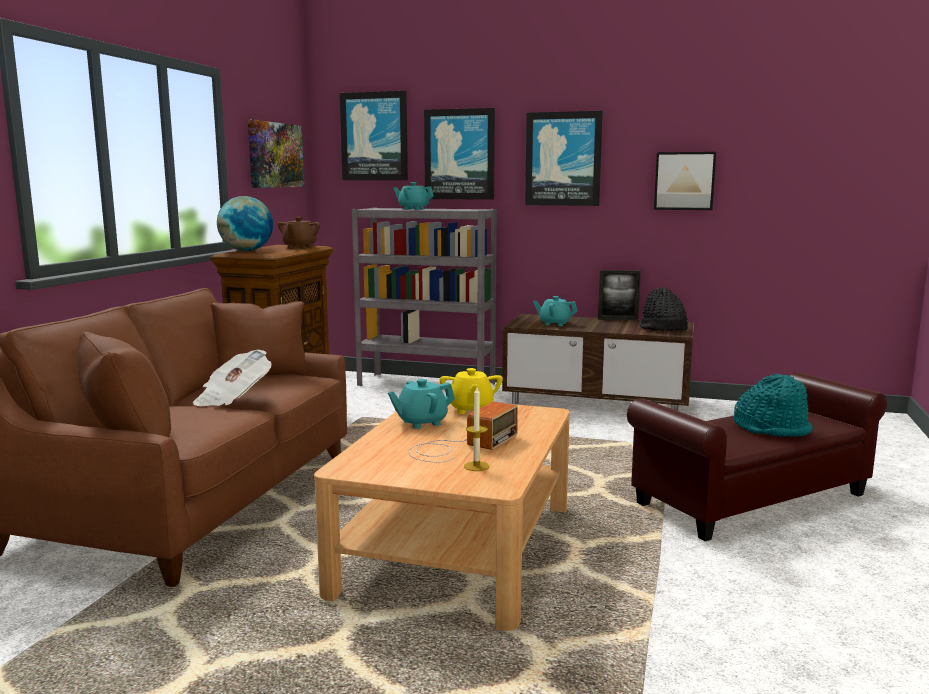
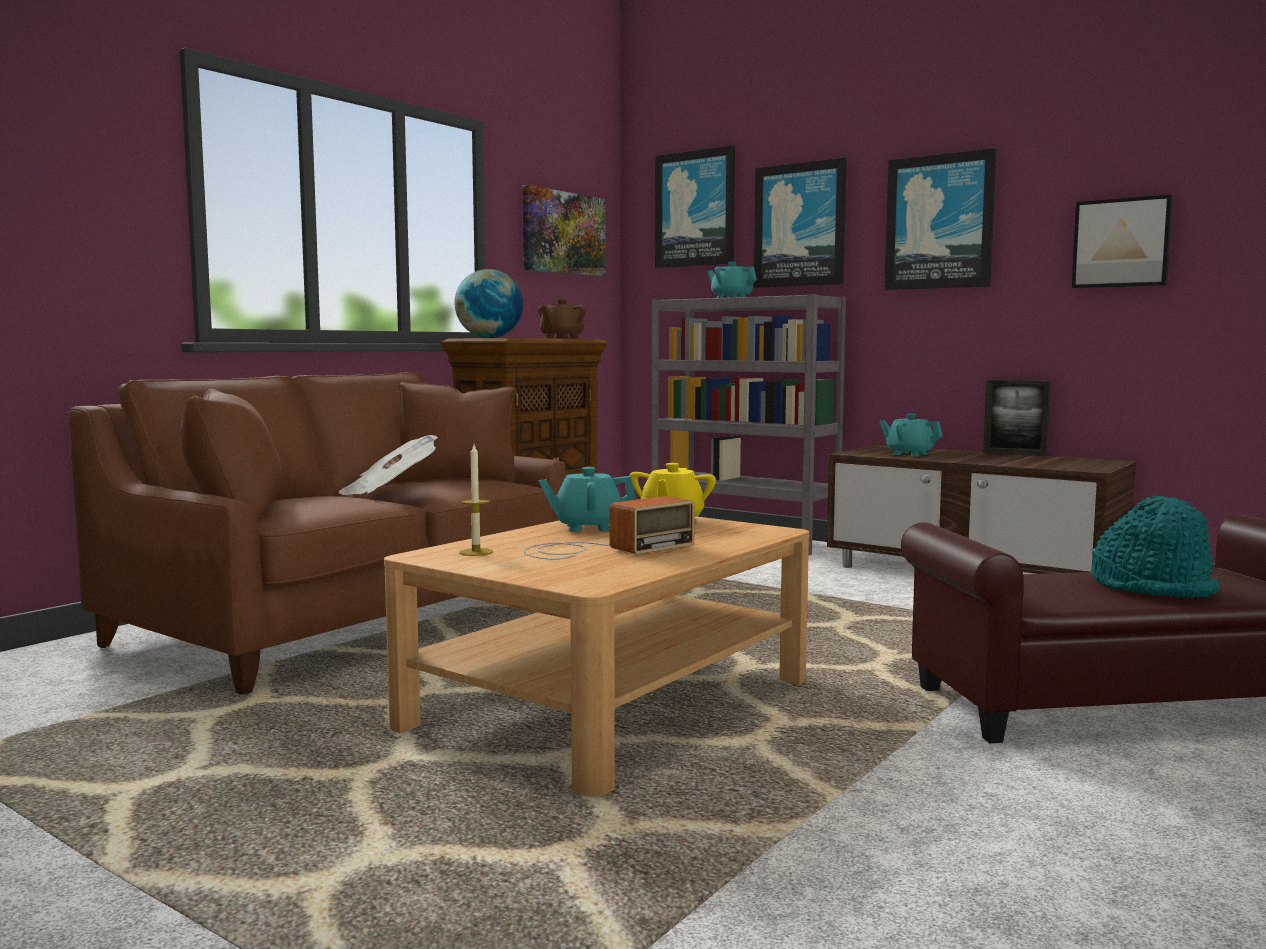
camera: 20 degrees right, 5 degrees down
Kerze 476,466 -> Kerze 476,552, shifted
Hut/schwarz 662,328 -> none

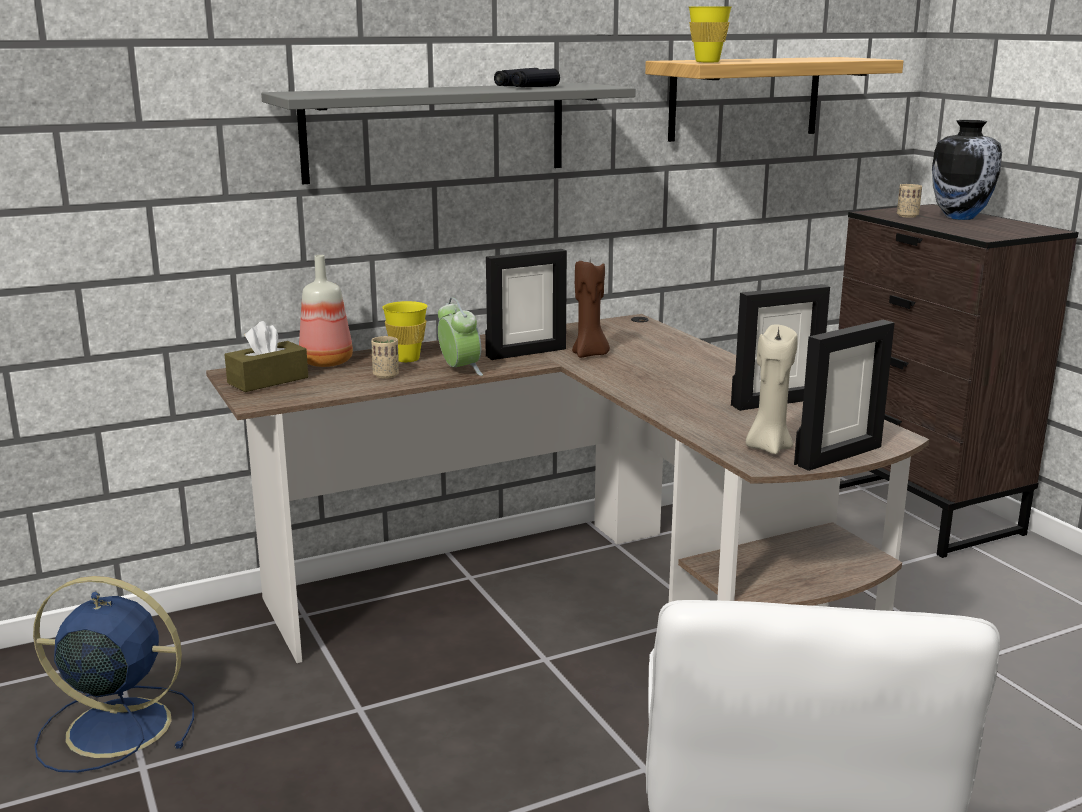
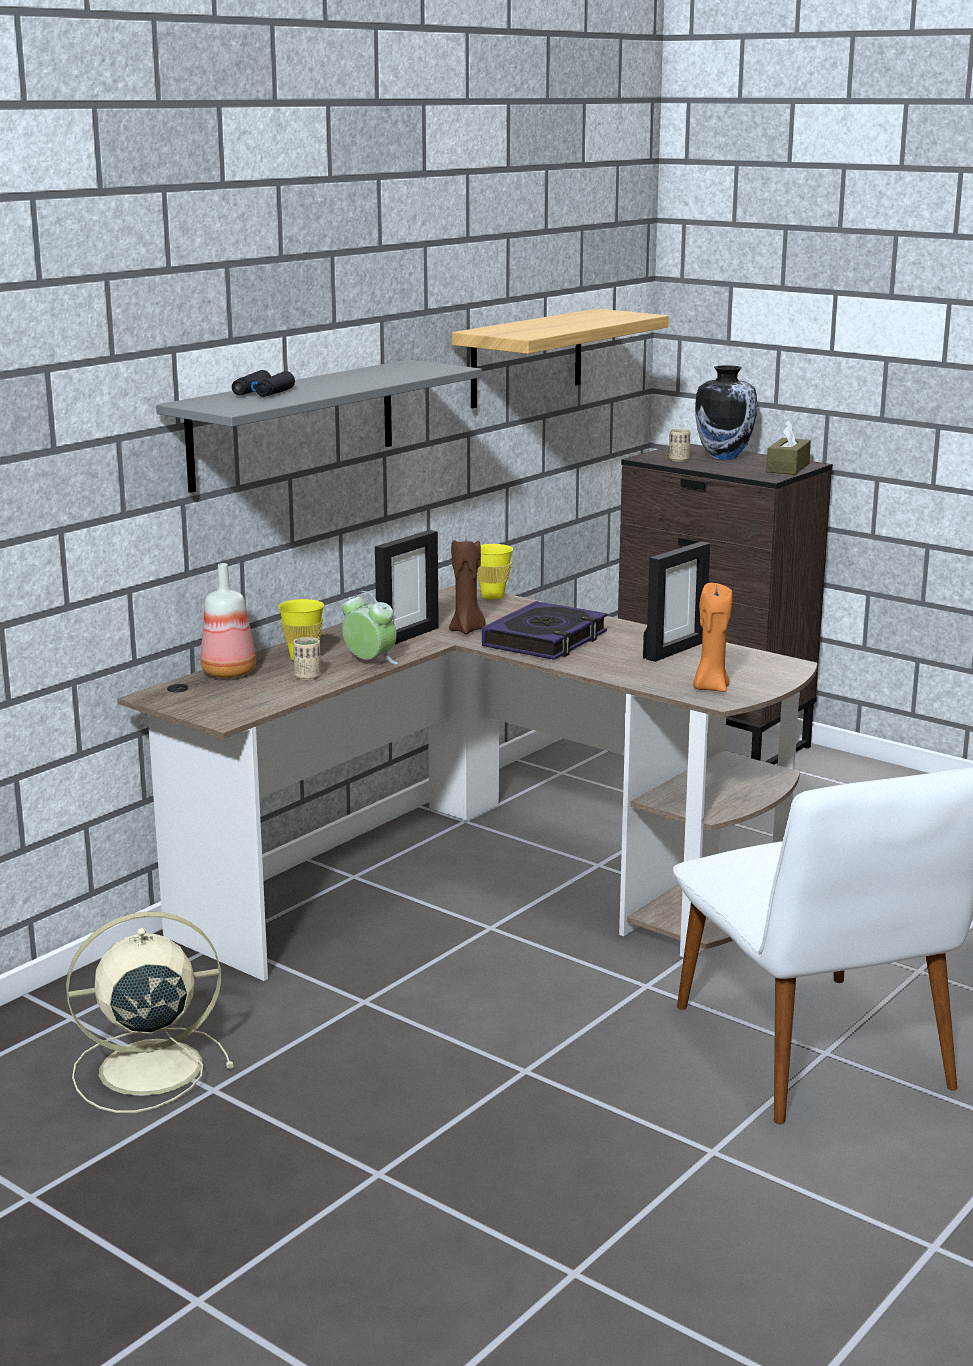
camera: 25 degrees left, 0 degrees up
Ventilator/blau 114,727 -> Ventilator/beige 145,1069
Taschentuchbox/braun 268,380 -> Taschentuchbox/braun 788,468, shifted
Fernglas/schwarz 526,86 -> Fernglas/schwarz 263,393, shifted
Tasse/gelb 707,62 -> Tasse/gelb 492,596, shifted
Kerze/beige 768,447 -> Kerze/orange 710,688
Bilderrahmen 838,455 -> none
none -> Buch 545,640

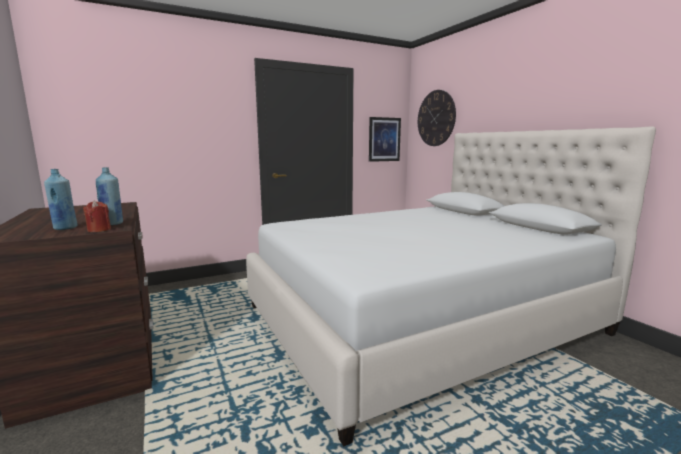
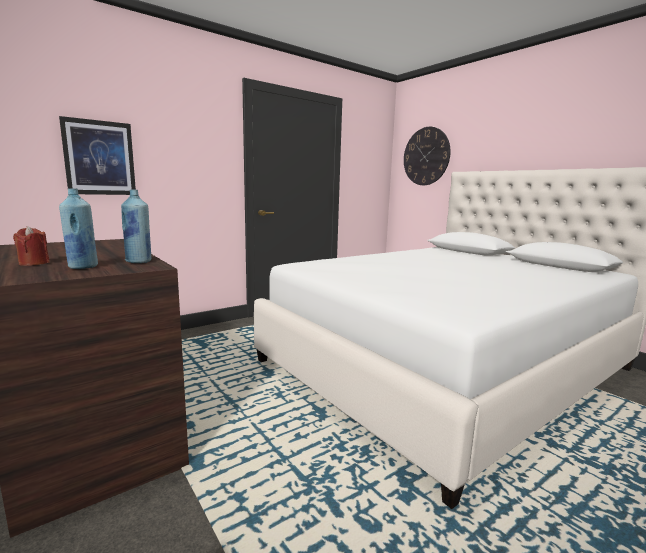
camera: 10 degrees left, 0 degrees up
Kerze/rot 99,230 -> Kerze/rot 34,263, shifted
Bild 384,139 -> Bild 99,158, shifted

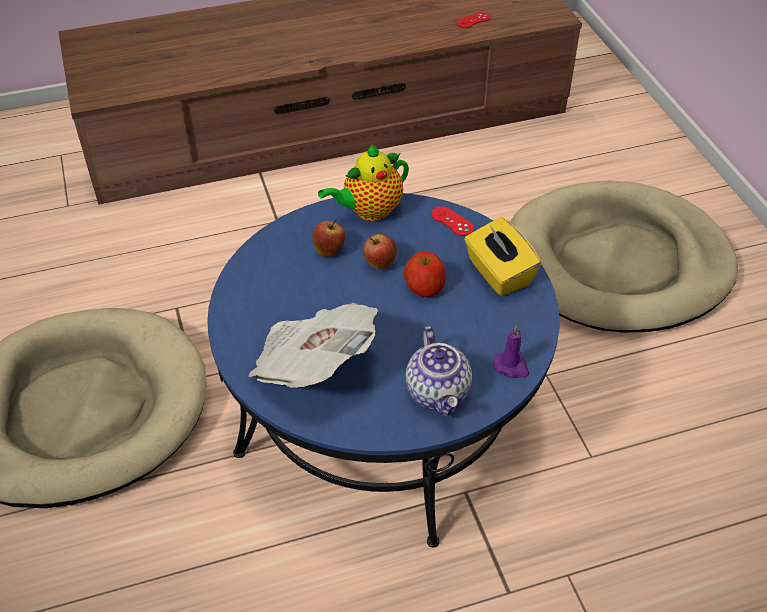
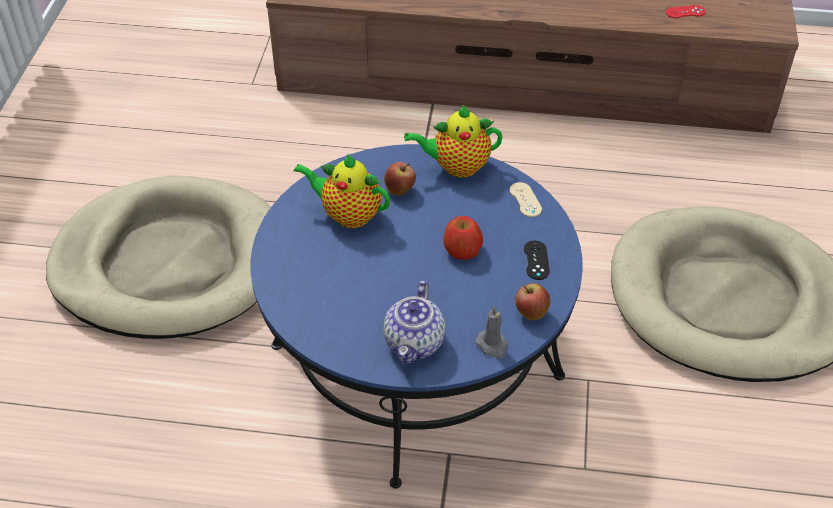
camera: 25 degrees right, 0 degrees up
Zeitung 313,365 -> none
Apfel 379,264 -> Apfel 531,313, shifted
Gamepad/rot 452,221 -> Gamepad/beige 525,200
Taschentuchbox/gelb 498,273 -> Gamepad/schwarz 536,260
Kerze/lila 511,367 -> Kerze/grau 492,345
none -> Teekanne 348,215

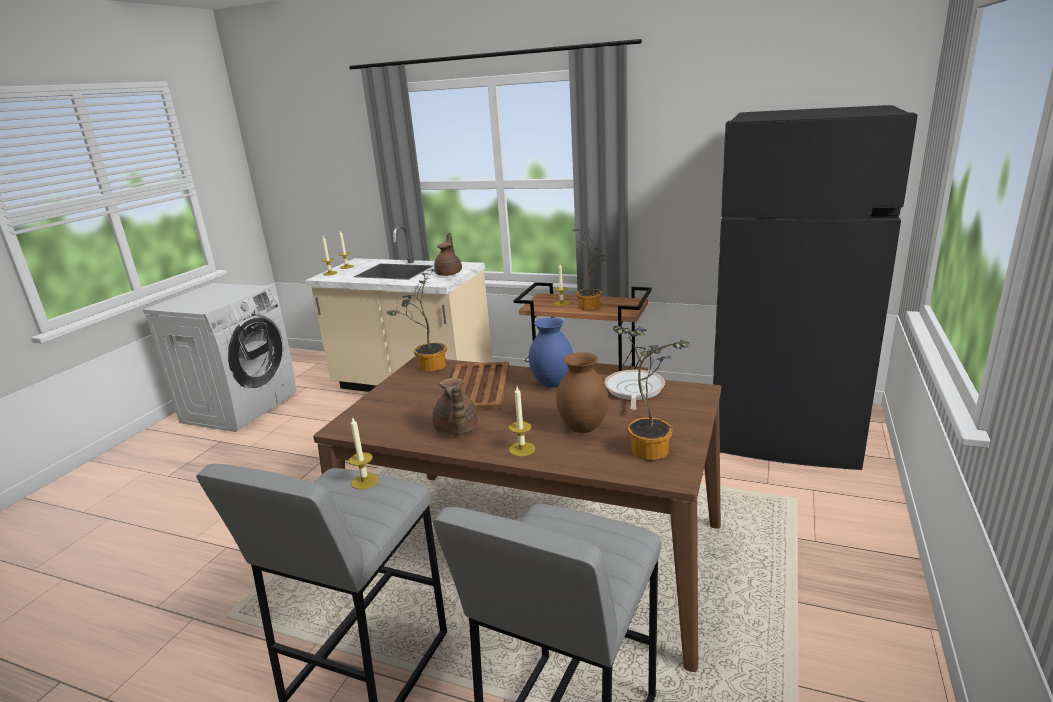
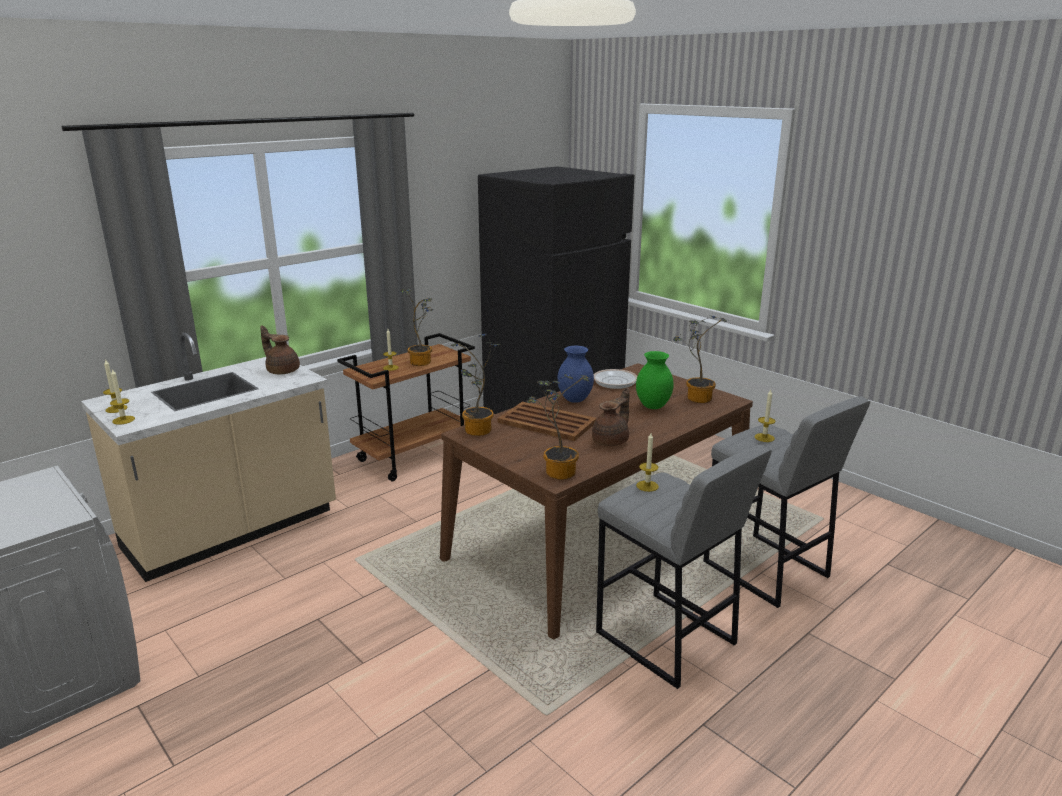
camera: 65 degrees left, 0 degrees up
Teekanne/braun 456,430 -> Teekanne/braun 611,441, 60 degrees counterclockwise
Kerze 522,449 -> Kerze 764,437, shifted
Vase/braun 582,428 -> Vase/grün 652,406
none -> Topfpflanze 557,471

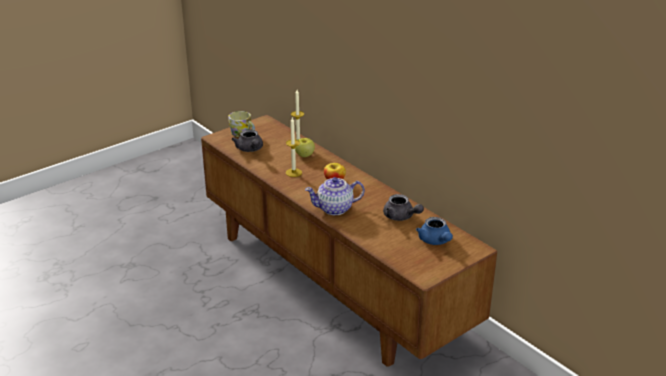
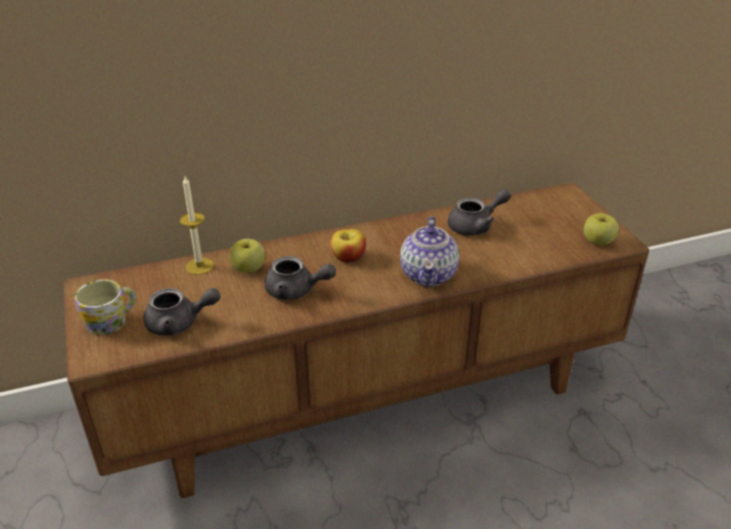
camera: 70 degrees left, 5 degrees up
Kerze 293,172 -> Teekanne/grau 296,291
Teekanne/blau 435,241 -> none
none -> Apfel 598,242

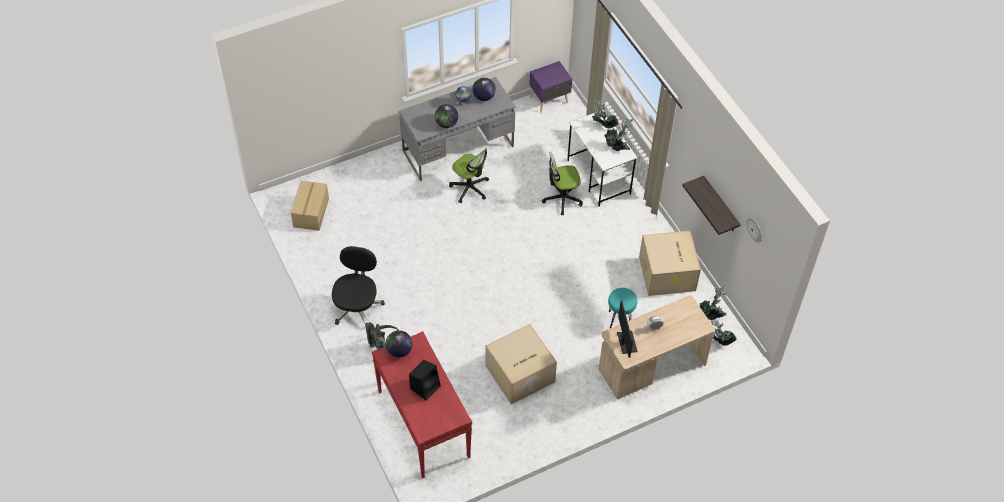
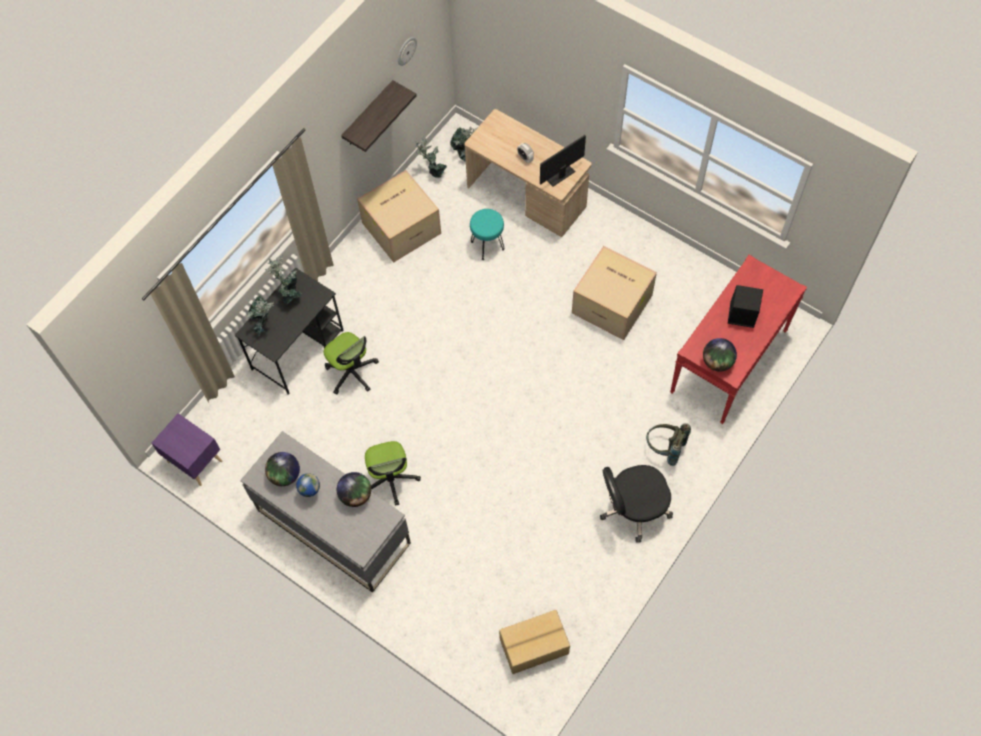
camera: 115 degrees left, 10 degrees up
Bürostuhl 470,188 -> Bürostuhl 390,479, 150 degrees clockwise
Schreibtisch/weiß 599,177 -> Schreibtisch/schwarz 298,349

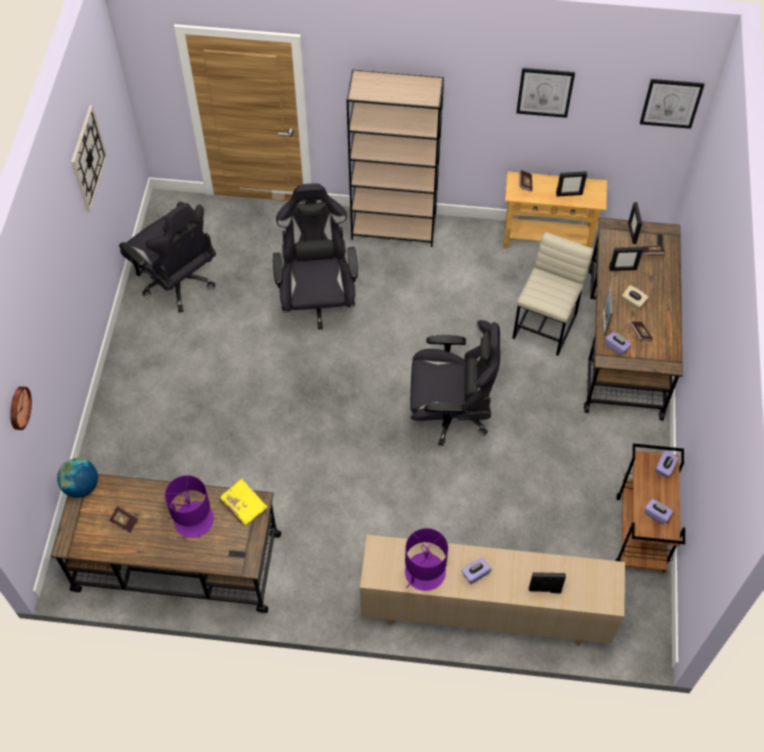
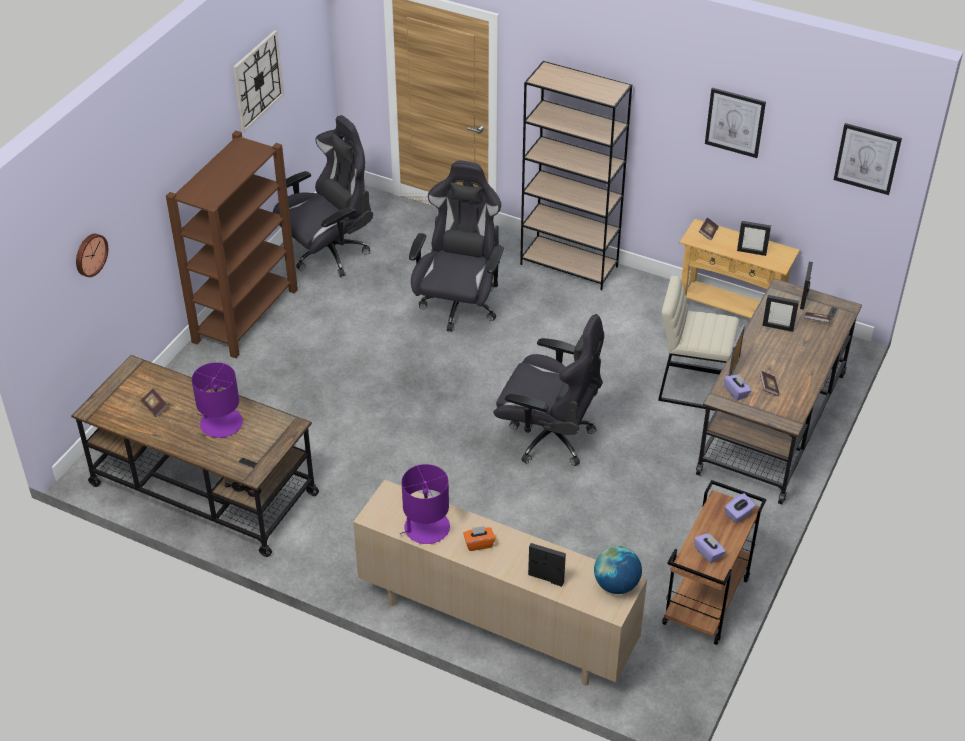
camera: 20 degrees right, 15 degrees down
Globus 81,486 -> Globus 616,585, shifted
Bürostuhl/schwarz 175,280 -> Bürostuhl/schwarz 326,256, 105 degrees counterclockwise
Buch/gelb 244,505 -> none
Taschentuchbox/lila 475,574 -> Taschentuchbox/orange 479,544
Stuhl/beige 545,325 -> Stuhl/beige 691,387, 120 degrees counterclockwise
Taschentuchbox/beige 633,302 -> none
none -> Bücherregal/braun 245,315

